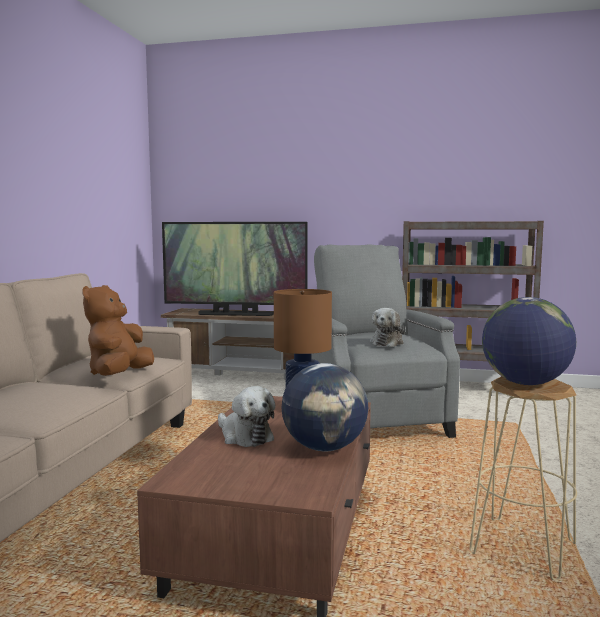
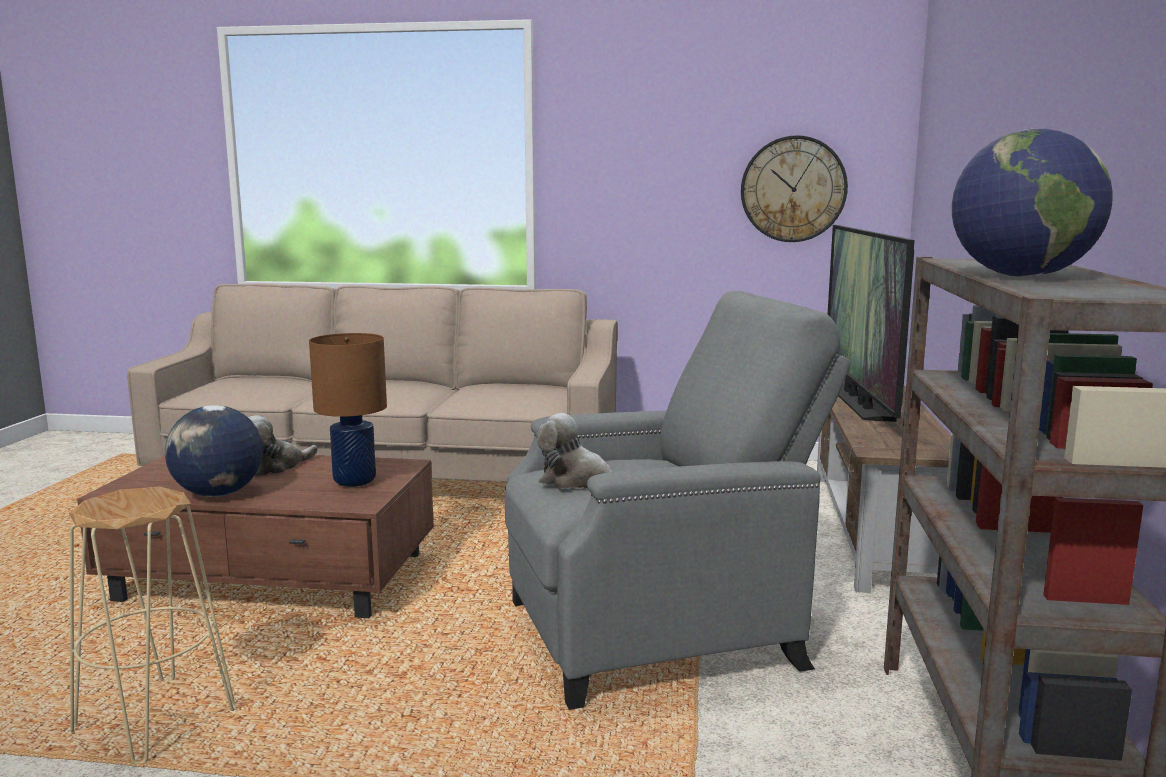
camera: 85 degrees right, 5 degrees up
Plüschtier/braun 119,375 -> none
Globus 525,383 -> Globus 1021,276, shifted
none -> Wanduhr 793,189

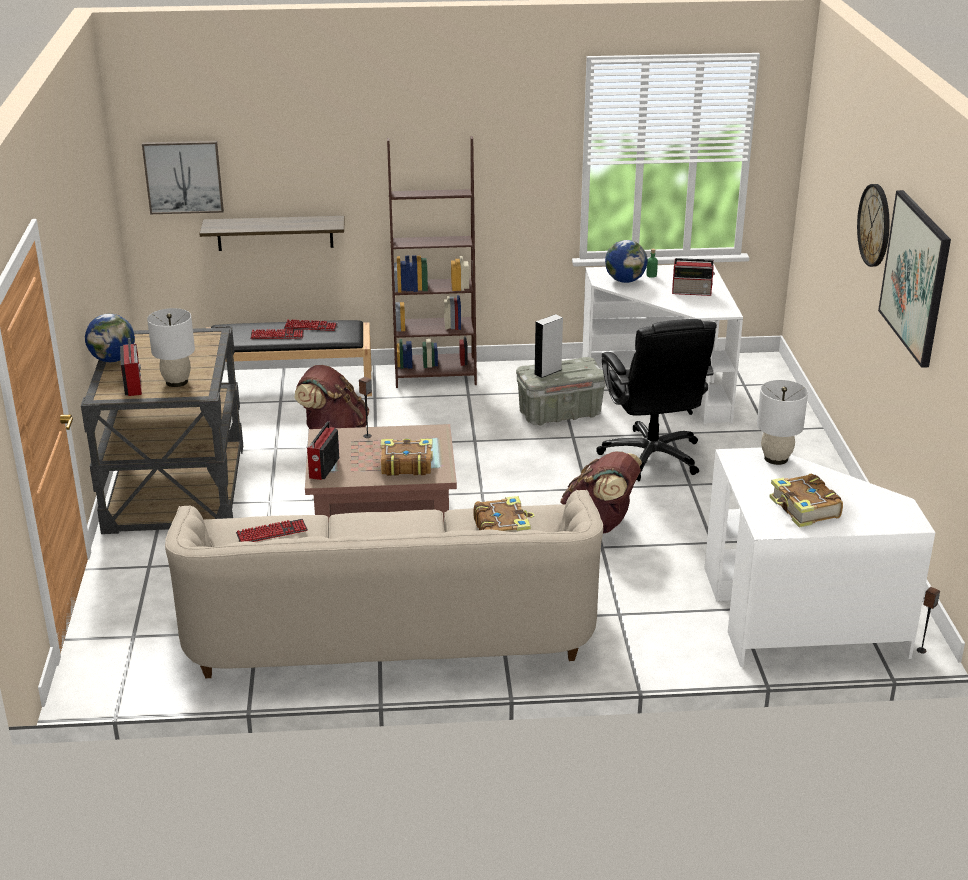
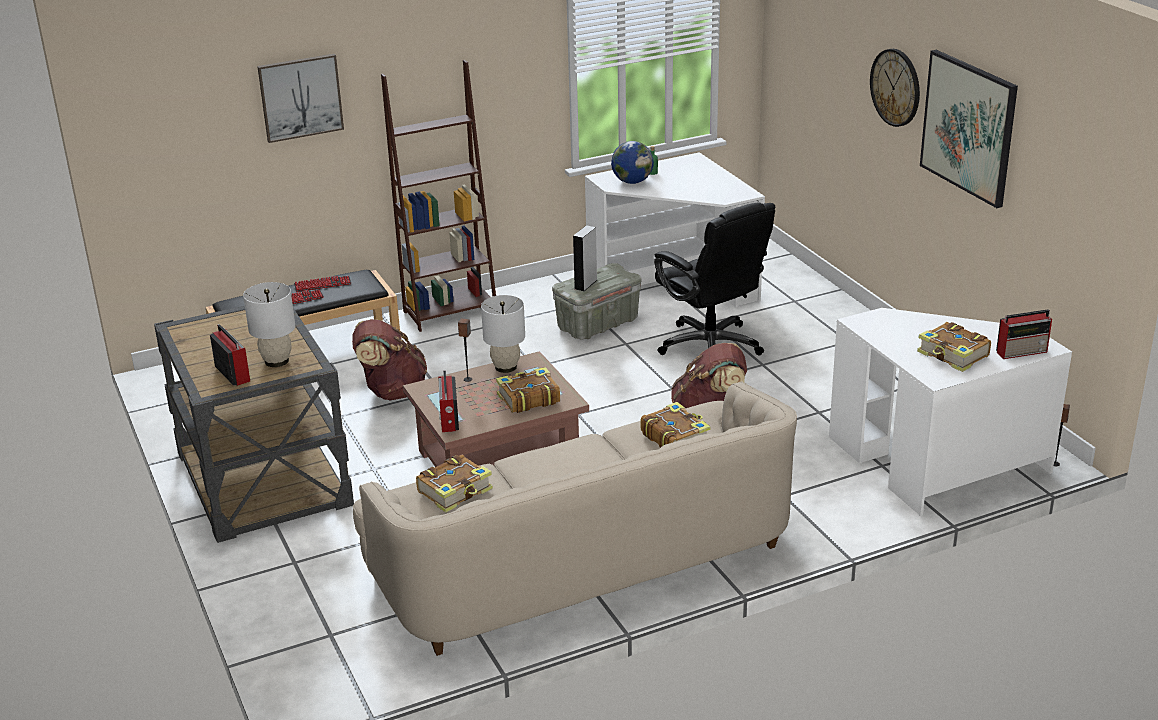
camera: 20 degrees left, 0 degrees up
Globus 113,359 -> none
Bild 183,177 -> Bild 300,97, shifted
Wandregal 275,233 -> none
Tastatur 272,532 -> Buch 456,491
Radio 692,292 -> Radio 1022,351, shifted
Tischlampe/weiß 776,458 -> Tischlampe/weiß 506,367, shifted

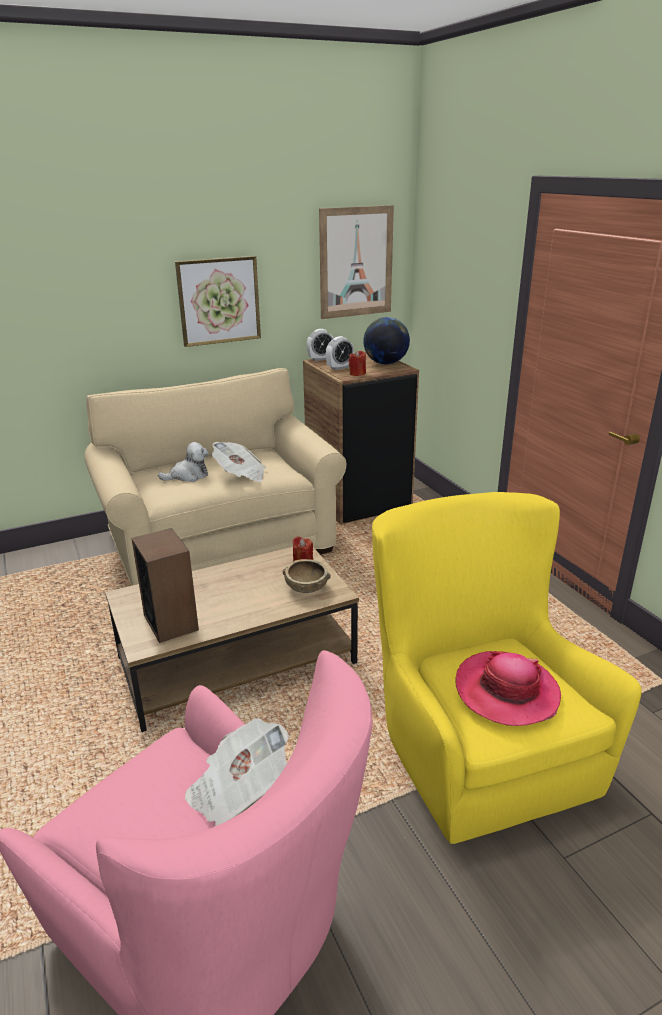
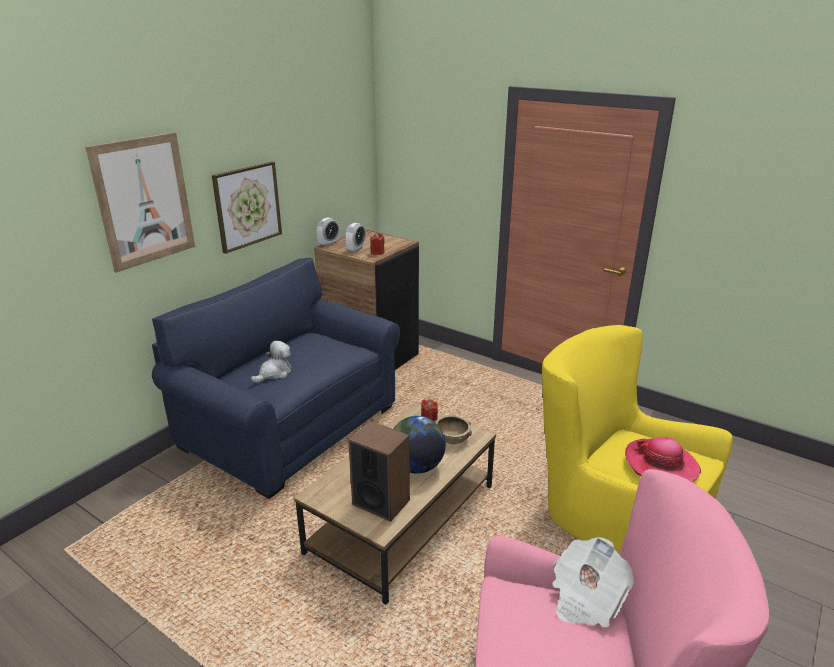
camera: 30 degrees left, 0 degrees up
Sofa/beige 220,543 -> Sofa/blau 291,426
Zeitung 241,475 -> none
Bild 356,262 -> Bild 144,201, shifted
Globus 385,363 -> Globus 416,466, shifted

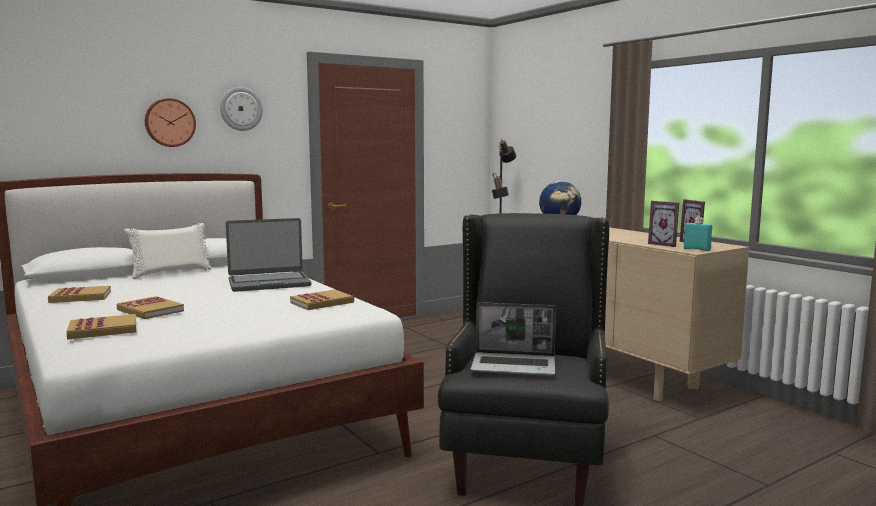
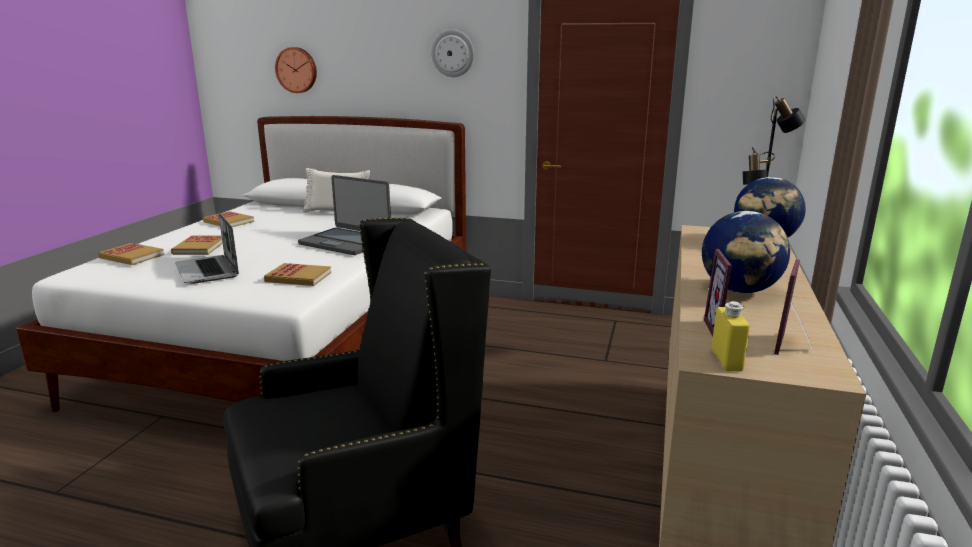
camera: 50 degrees right, 10 degrees up
Wanduhr 169,122 -> Wanduhr 297,70, shifted
Laptop 515,366 -> Laptop 208,271, shifted
Flasche/türkis 697,249 -> Flasche/gelb 726,360
none -> Globus 740,290

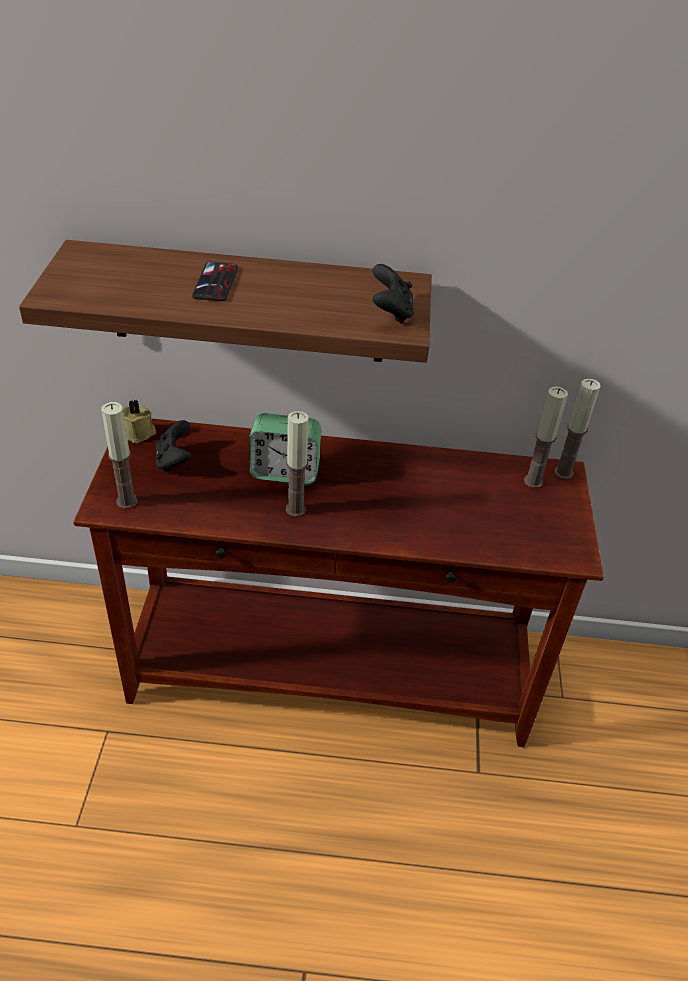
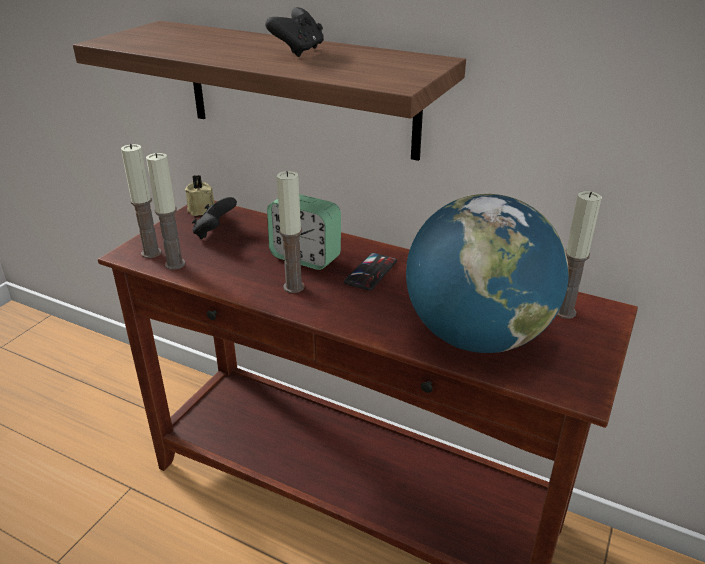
camera: 25 degrees right, 10 degrees down
Handy 216,282 -> Handy 371,272, shifted
Gamepad/schwarz 391,312 -> Gamepad/schwarz 298,51, shifted
Kerze 563,472 -> Kerze 175,264, shifted
none -> Globus 476,336

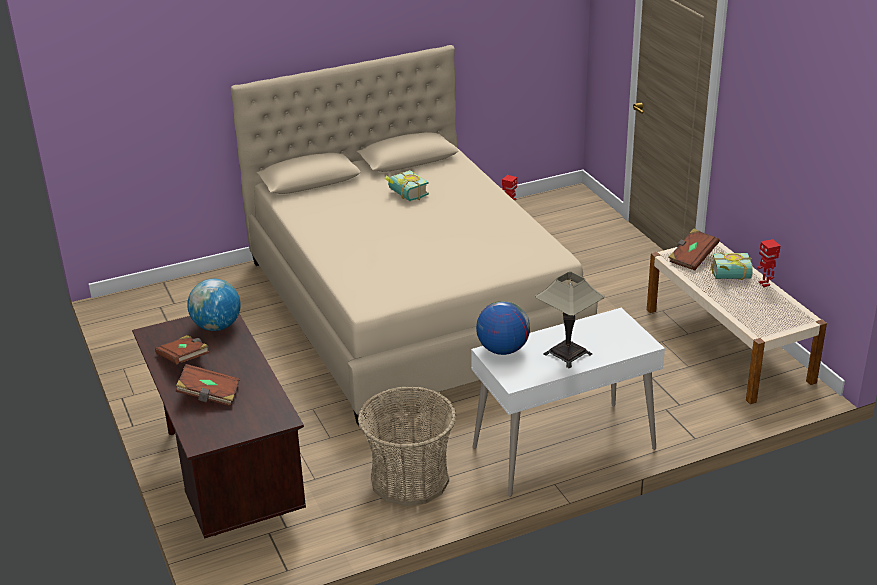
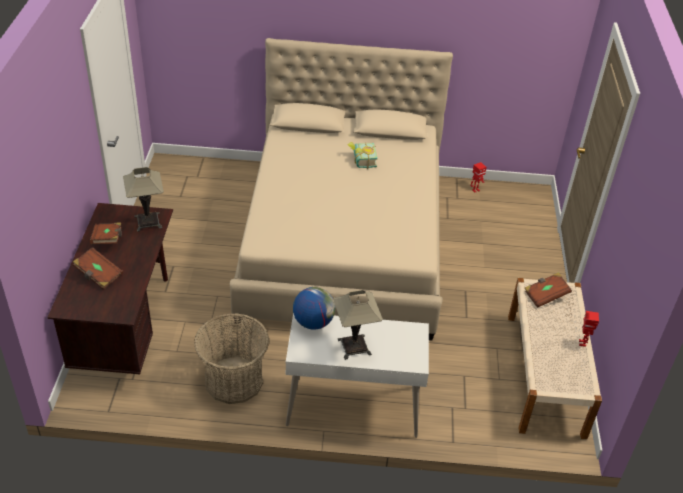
camera: 25 degrees right, 10 degrees up
Globus 217,326 -> Tischlampe 148,222
Buch 731,277 -> none

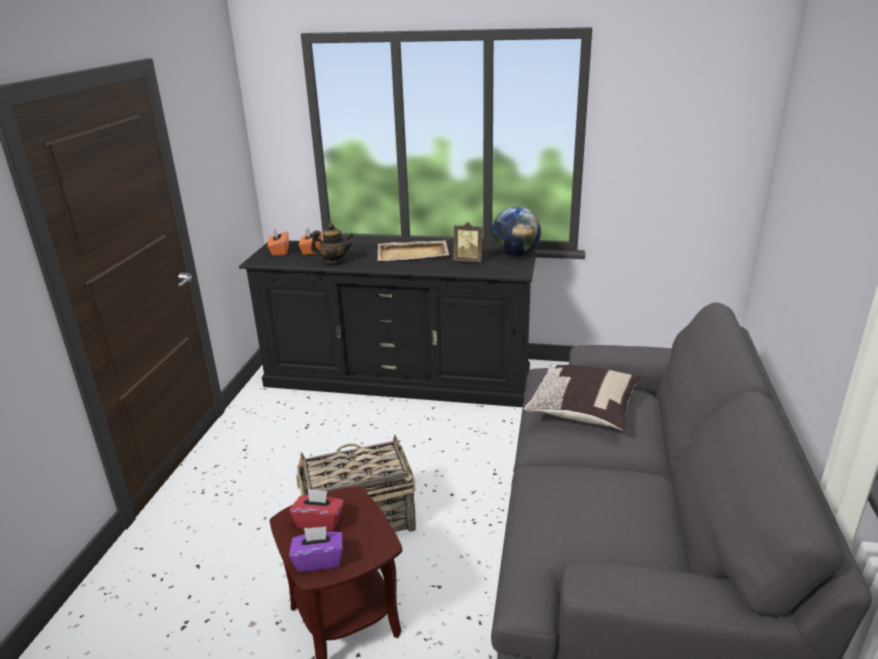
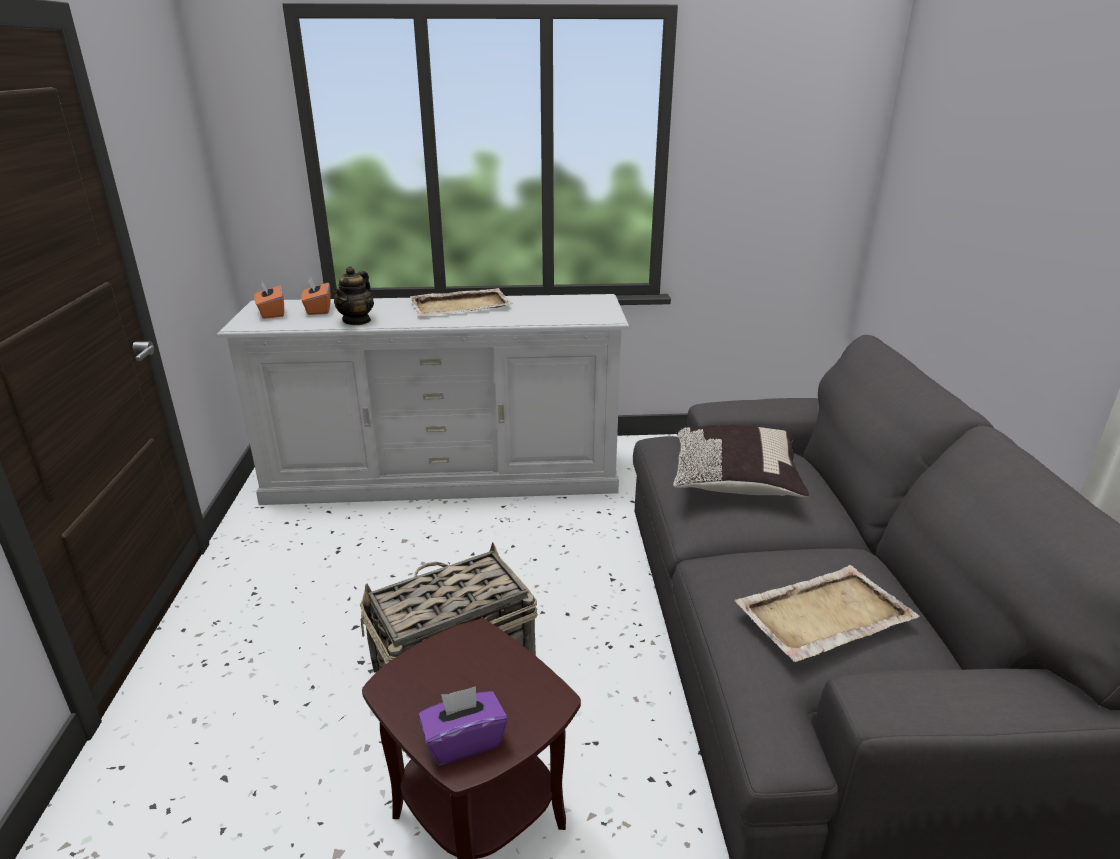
camera: 15 degrees left, 0 degrees up
Schrank/schwarz 398,379 -> Schrank/weiß 445,476
Taschentuchbox/rot 319,521 -> none
Teekanne 334,261 -> Teekanne 357,321, 120 degrees clockwise
Bilderrahmen 468,260 -> none
Globus 515,254 -> none
none -> Tablett/beige 822,615

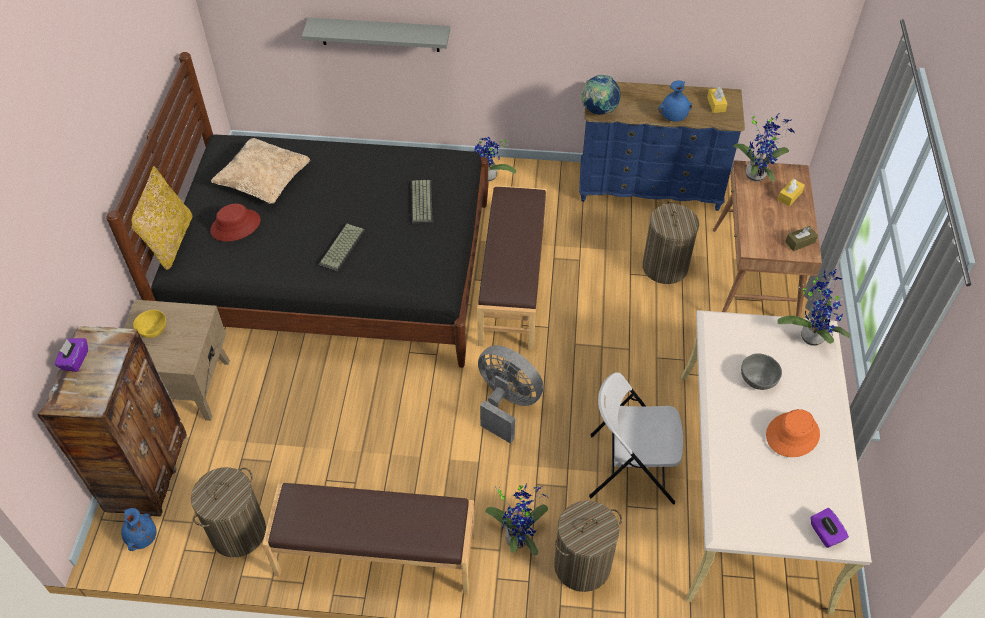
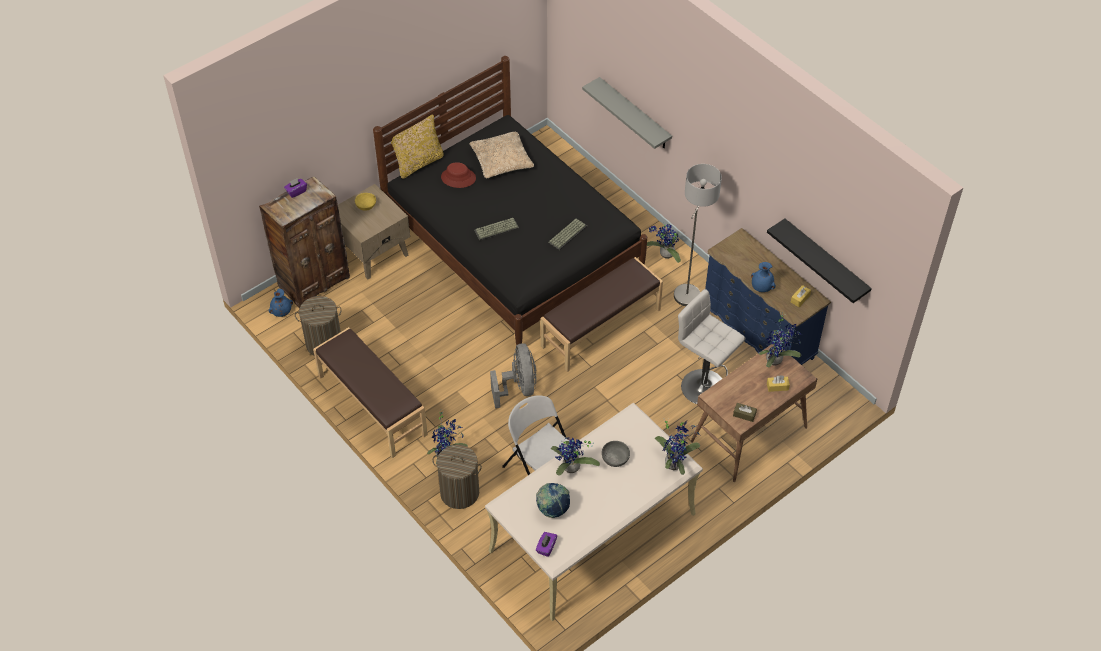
camera: 45 degrees right, 0 degrees up
Globus 598,111 -> Globus 552,509, shifted
Wäschekorb 665,267 -> Hocker/weiß 703,386
Hut/orange 792,434 -> none
none -> Topfpflanze 571,469
none -> Stehlampe/grau 689,290
none -> Wandregal/schwarz 825,261

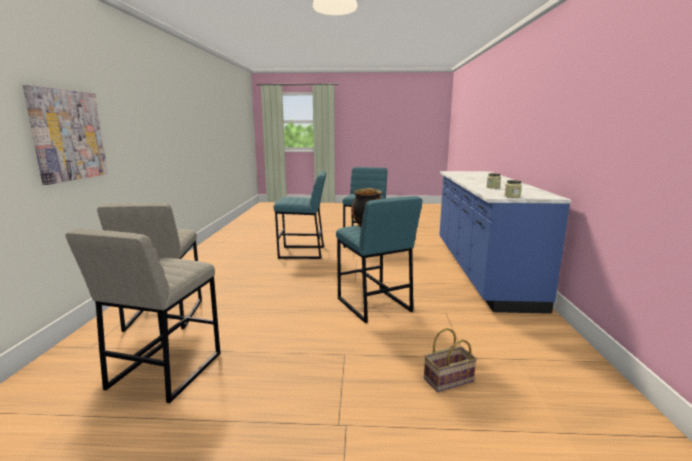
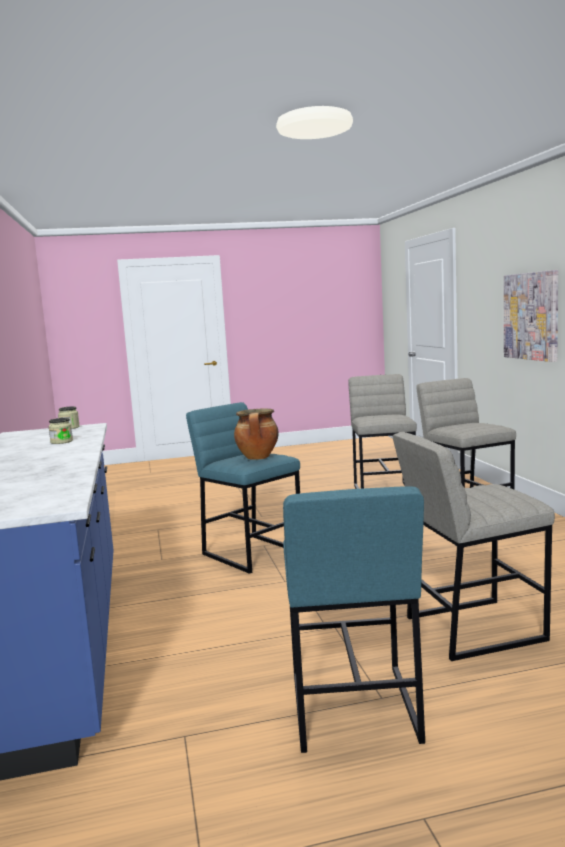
camera: 165 degrees right, 5 degrees down
Hocker/blau 303,252 -> Stuhl/grau 471,629
Korb 448,381 -> none

